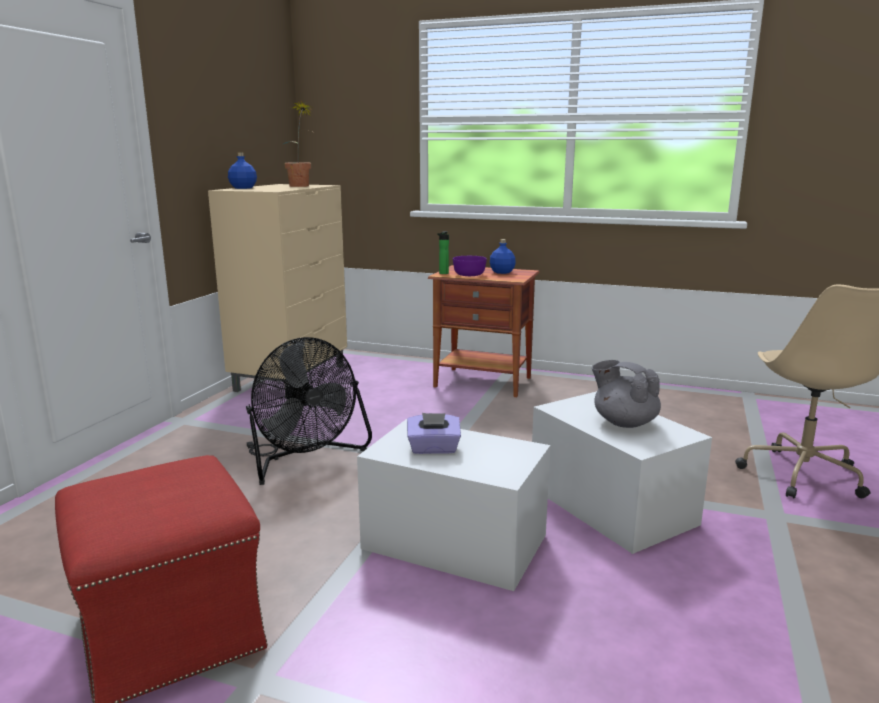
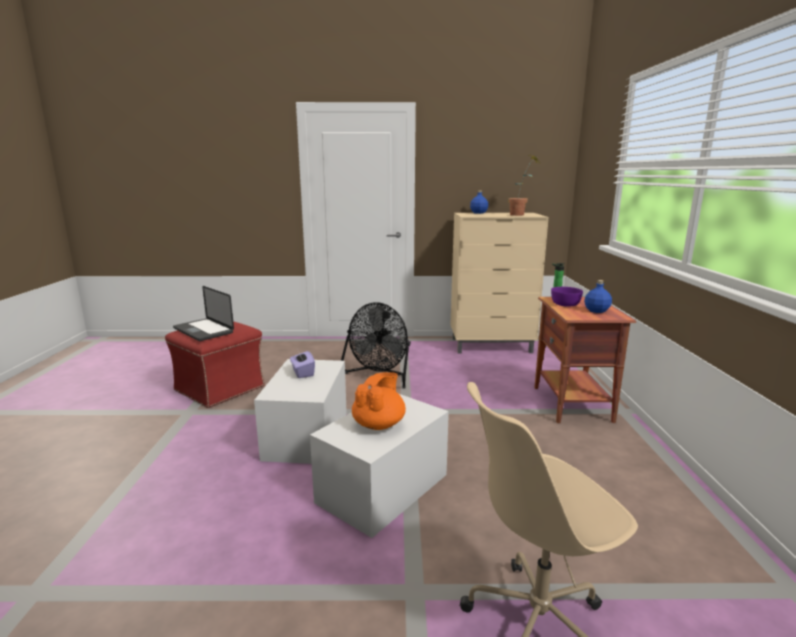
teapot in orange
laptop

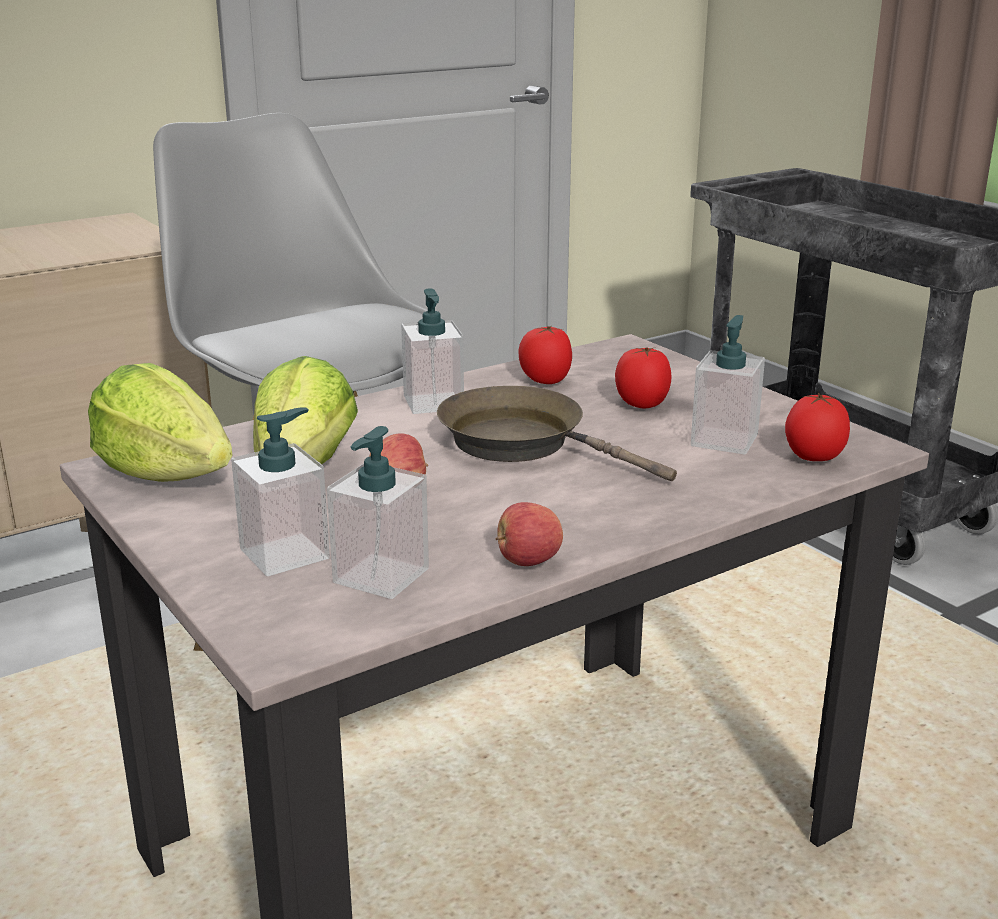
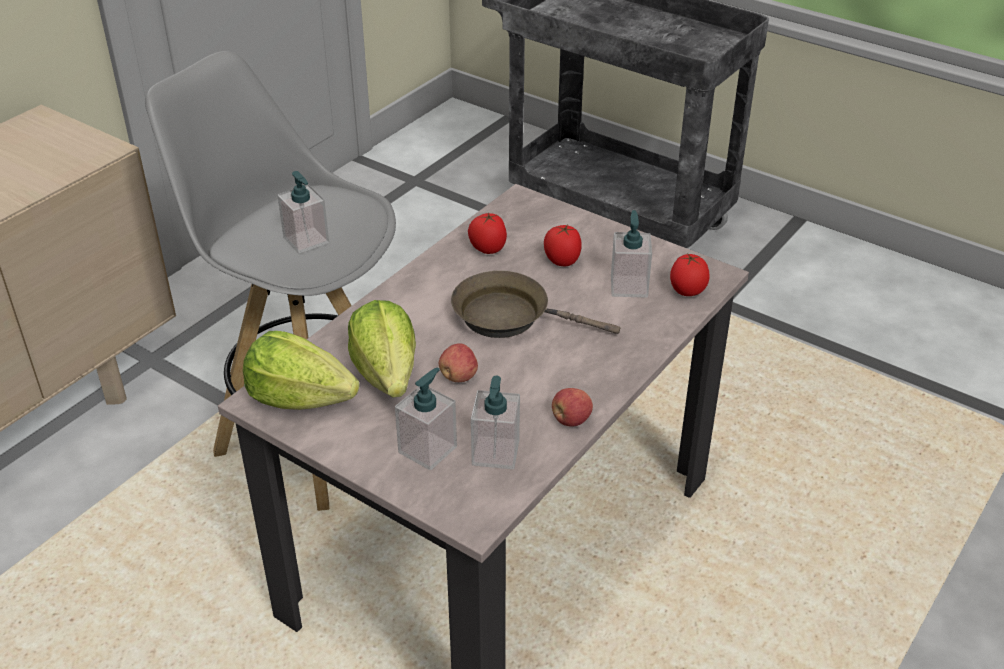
soap dispenser (no. 1 from left)

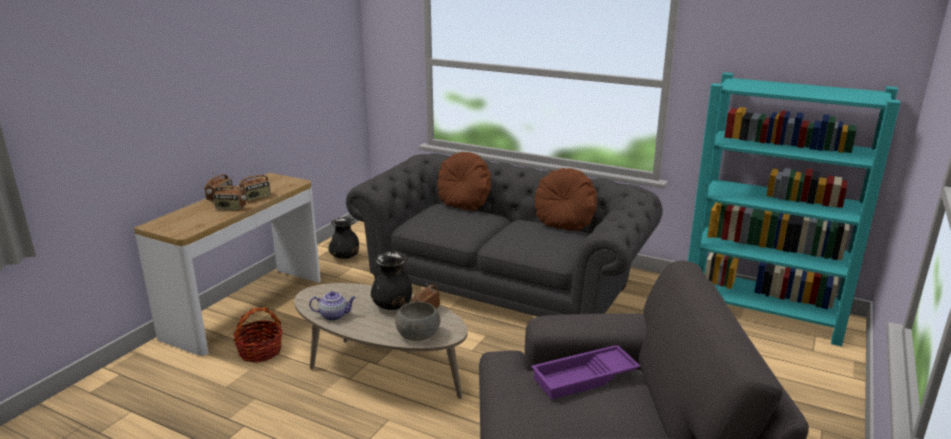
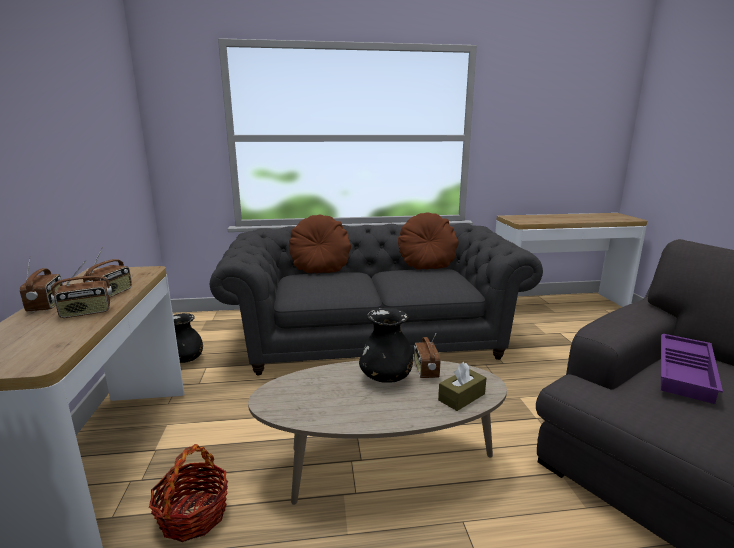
console table (no. 2 from left)
teapot
tissue box in brown

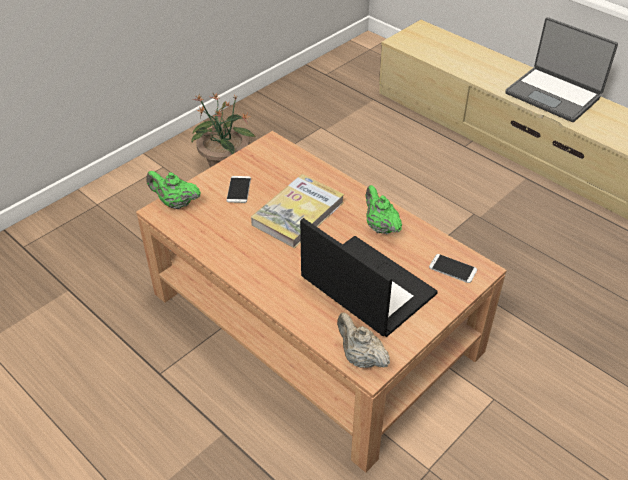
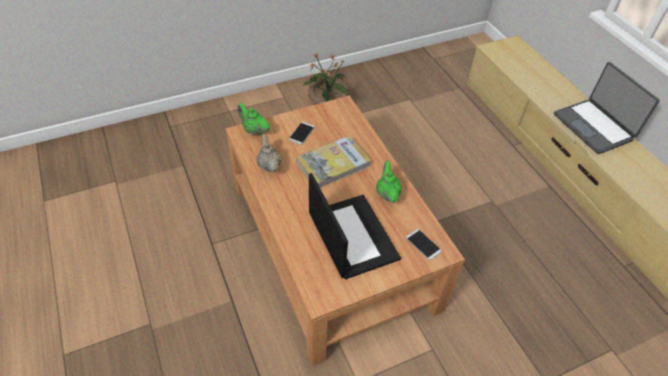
teapot in beige

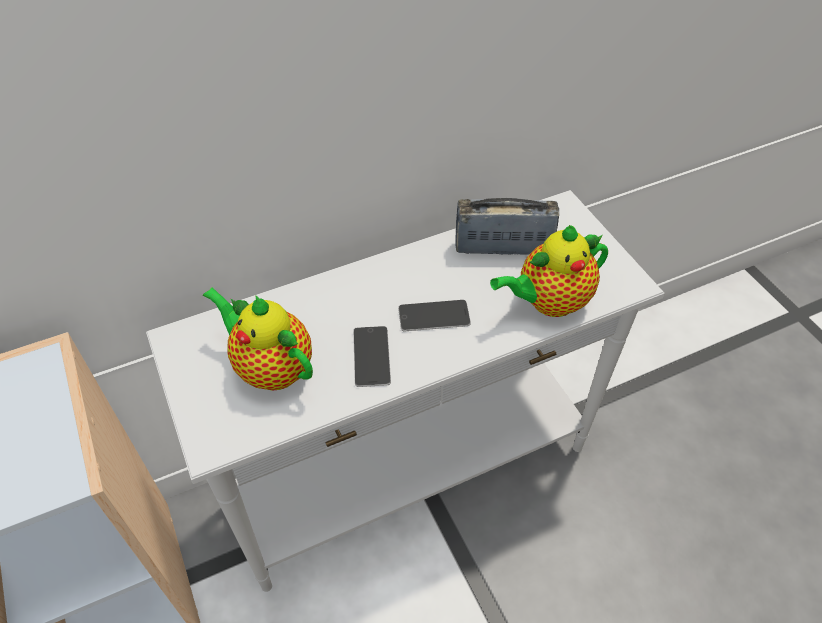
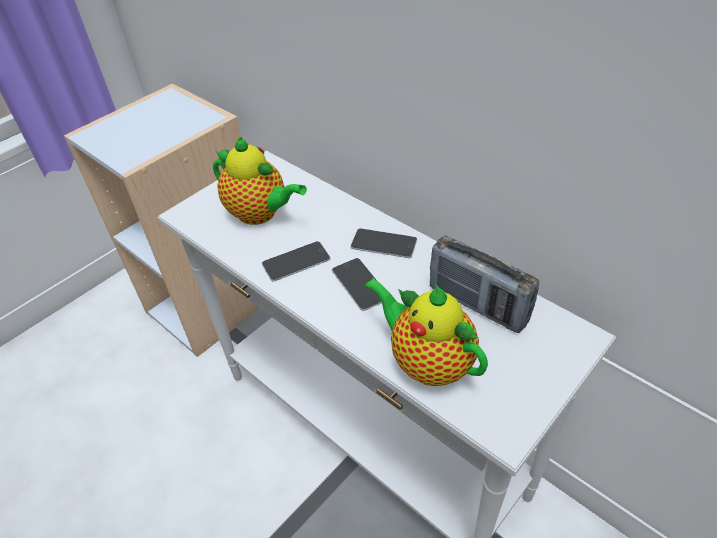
radio
teapot (no. 1 from left)
phone (no. 3 from left)

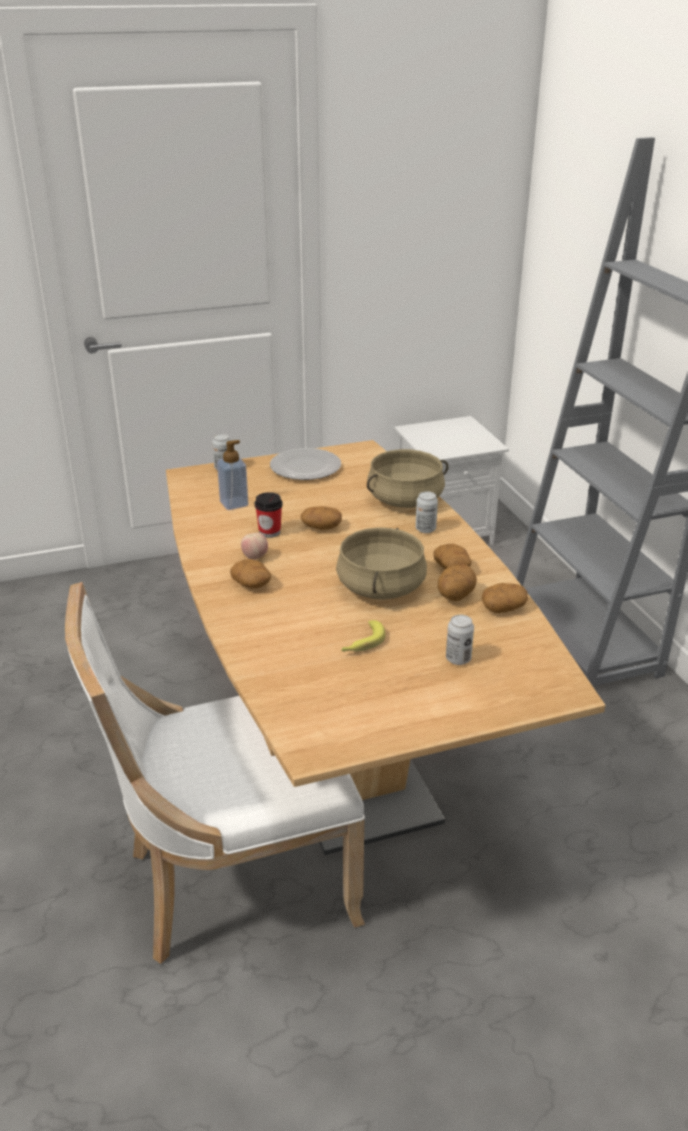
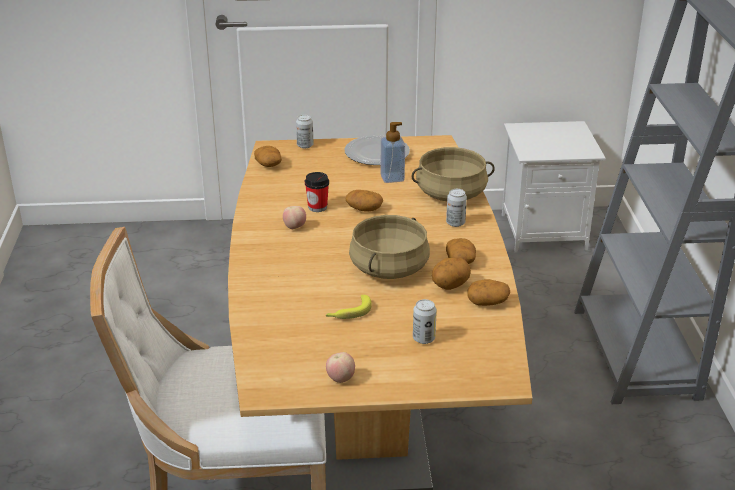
soap dispenser
potato (no. 1 from left)
apple (no. 2 from left)

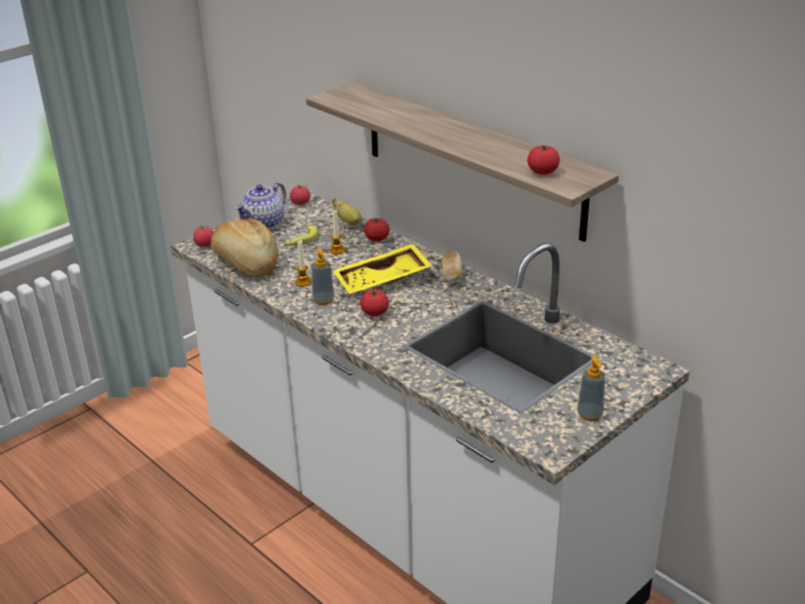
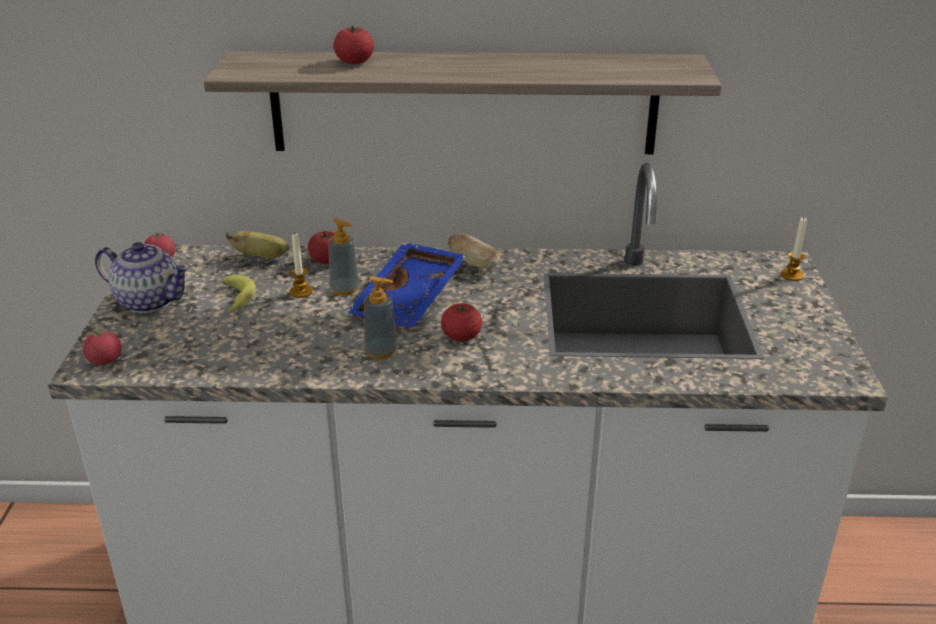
tomato (no. 4 from left)
teapot
bread (no. 1 from left in the first image)
candle (no. 2 from left)
tray in blue
soap dispenser (no. 1 from left)

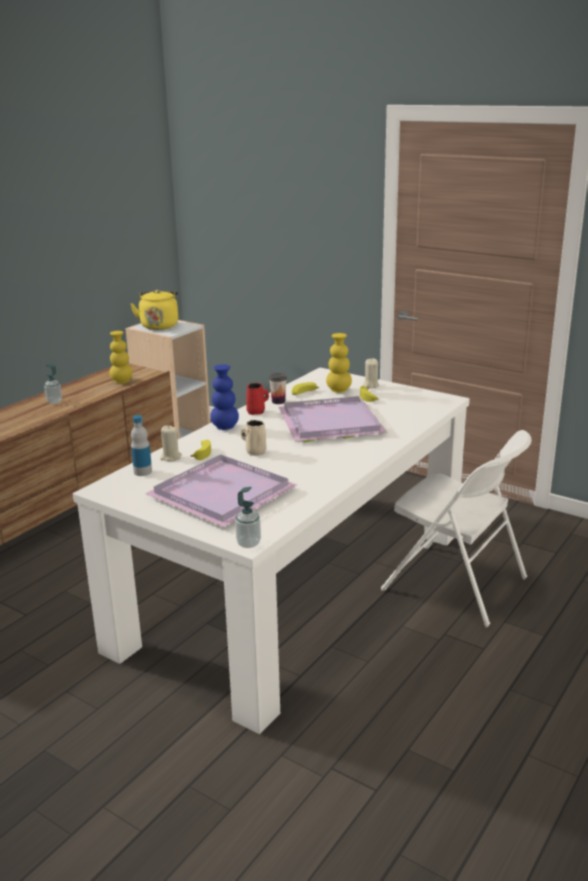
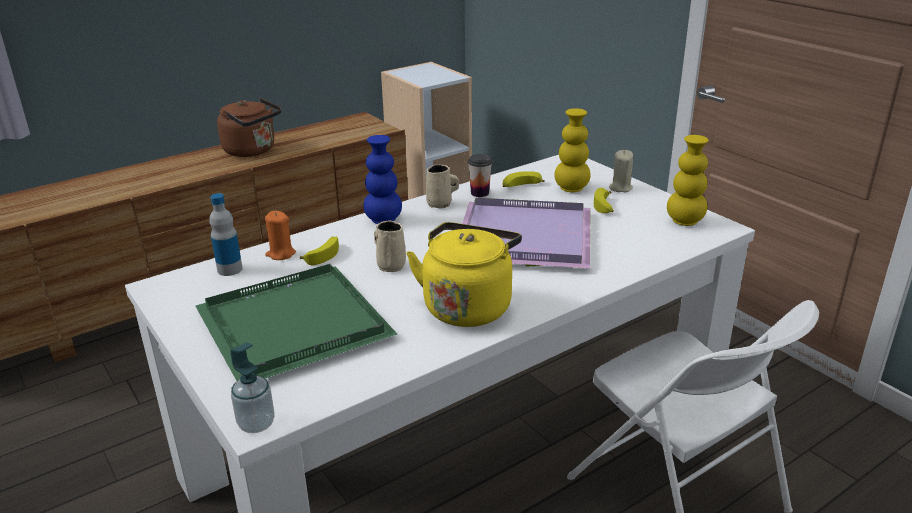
kettle in yellow
vase in yellow (no. 2 from left)
kettle in brown
mug in beige (no. 2 from left)
candle in orange
tray in green

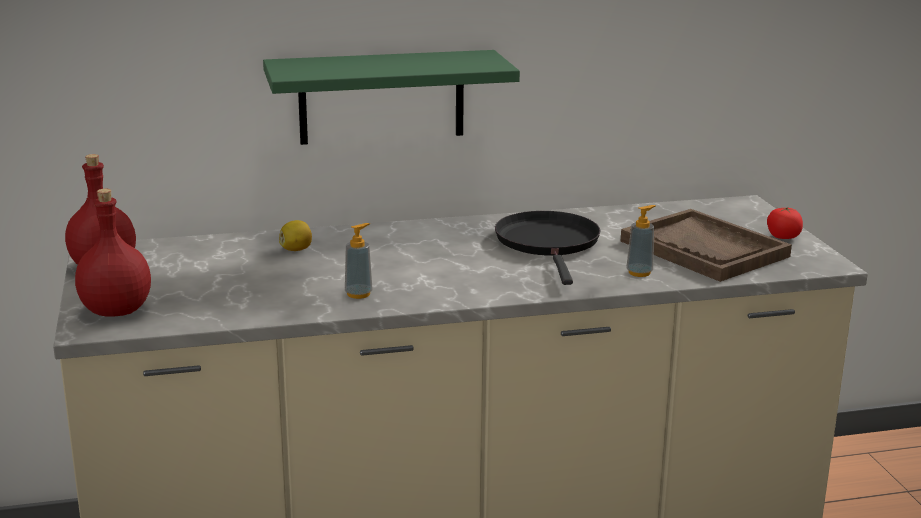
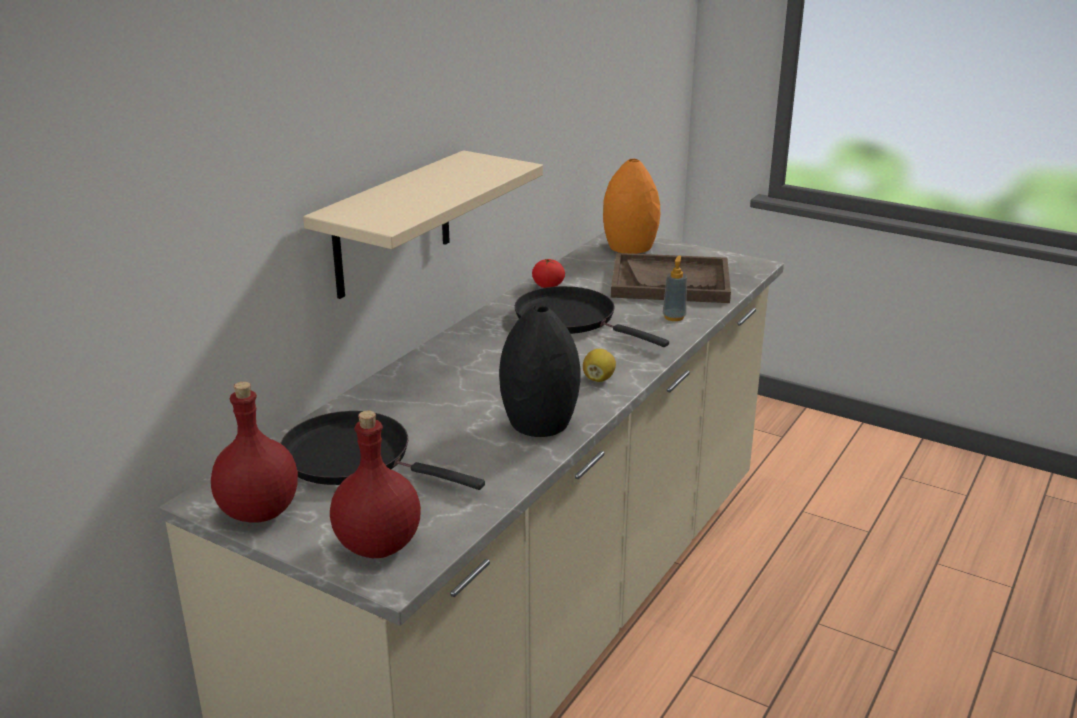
shelf in beige
tomato
lemon
vase in black
vase in orange
frying pan in black (no. 1 from left)

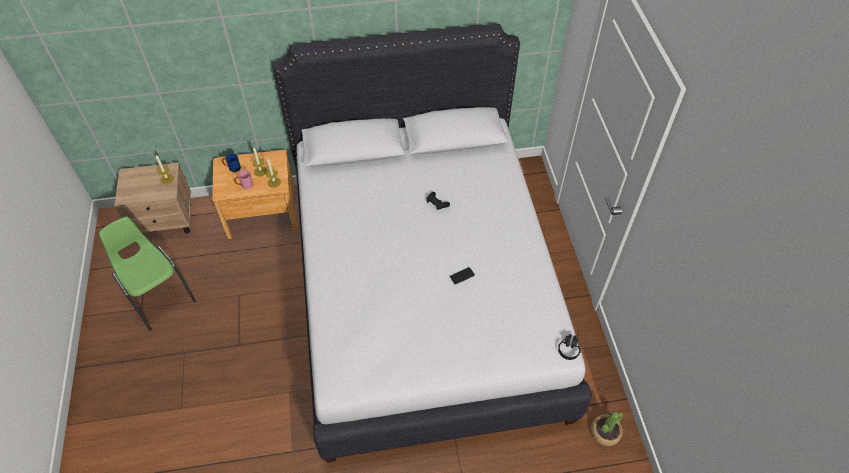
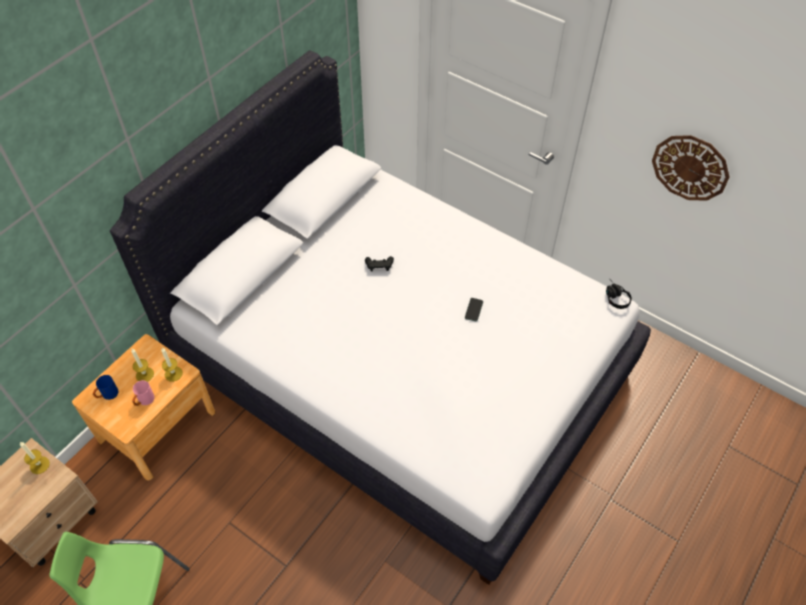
potted plant
wall clock

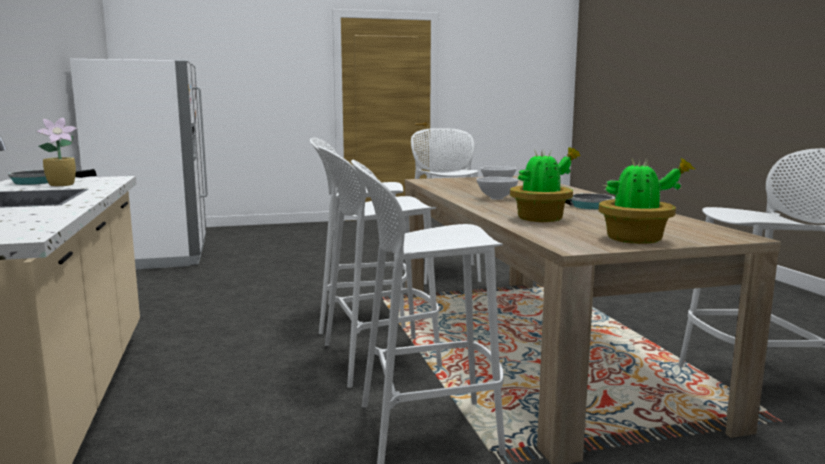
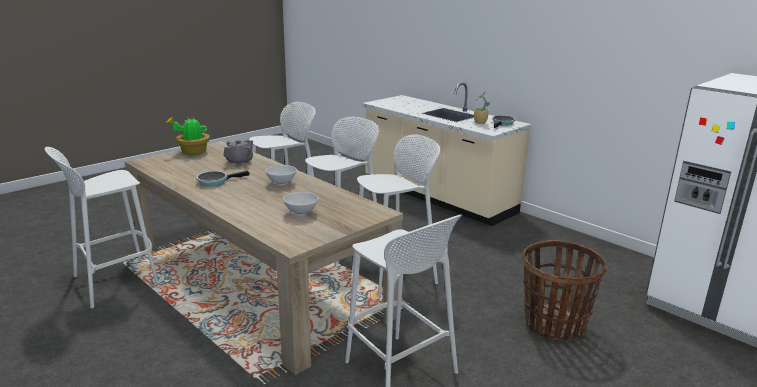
teapot in grey
basket

